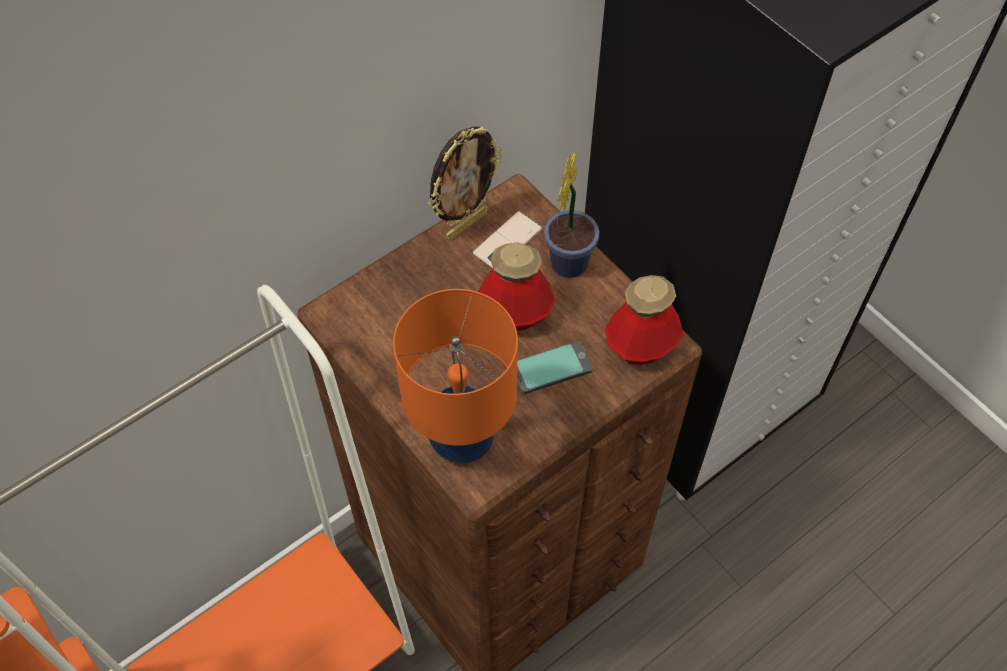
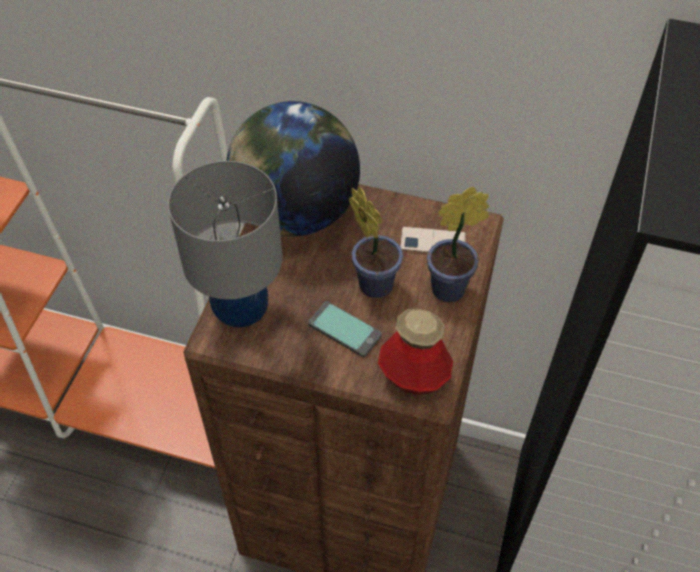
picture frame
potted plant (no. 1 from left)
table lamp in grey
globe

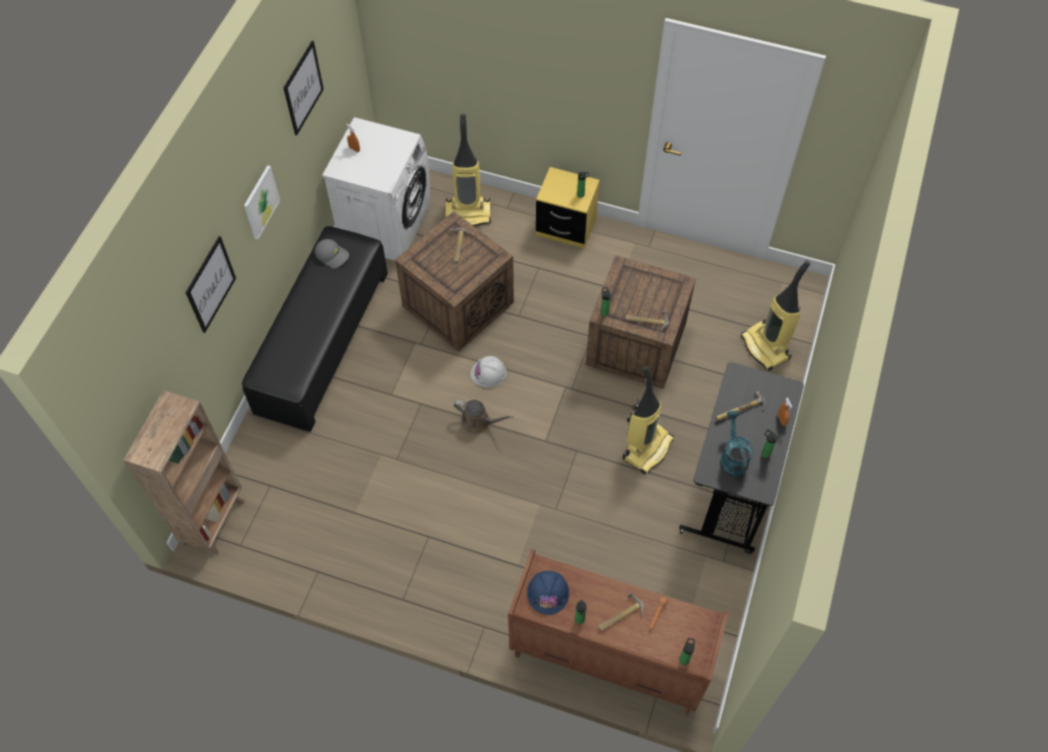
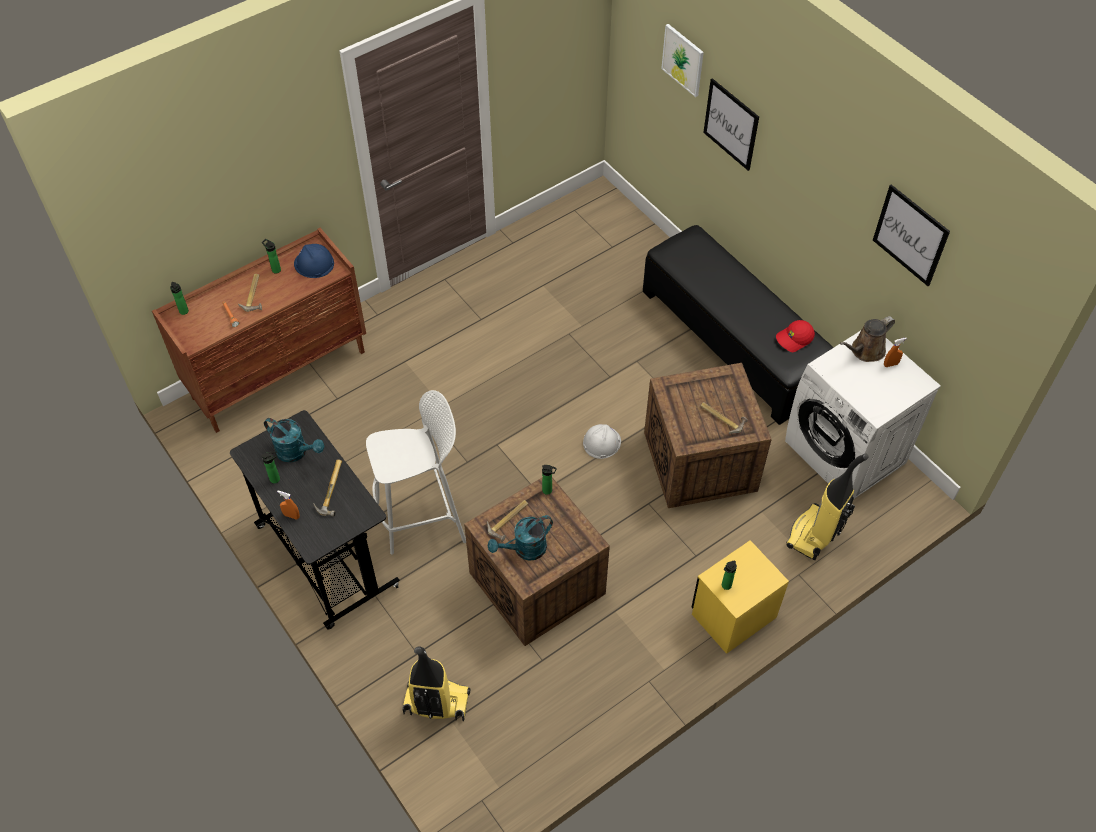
picture (no. 1 from left)
cap in red
stool in white
bookcase in brown
watering can in brown
watering can in turquoise (no. 2 from left)

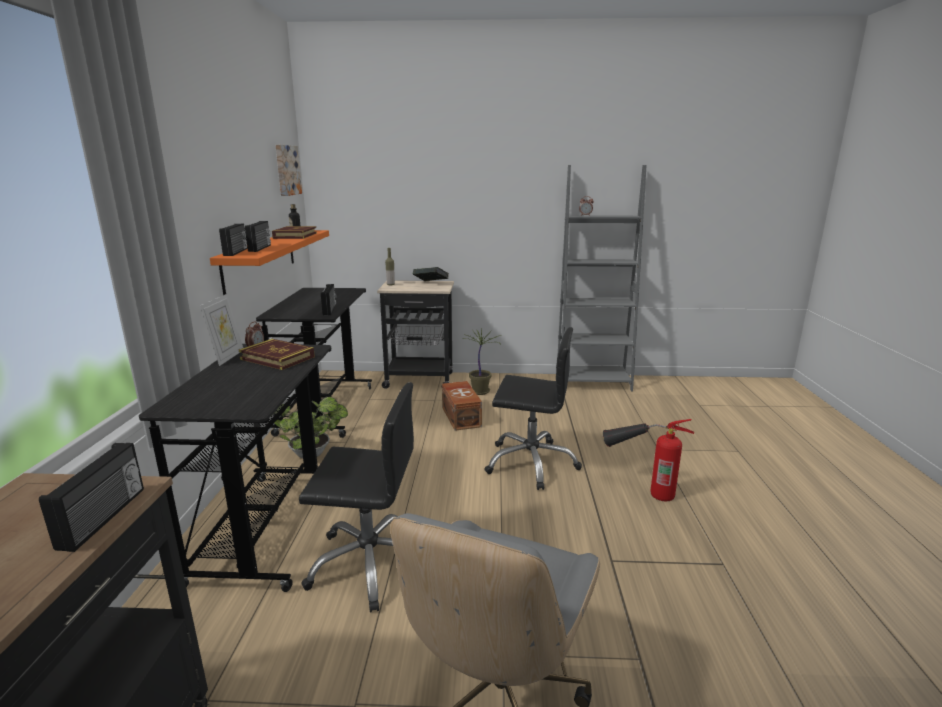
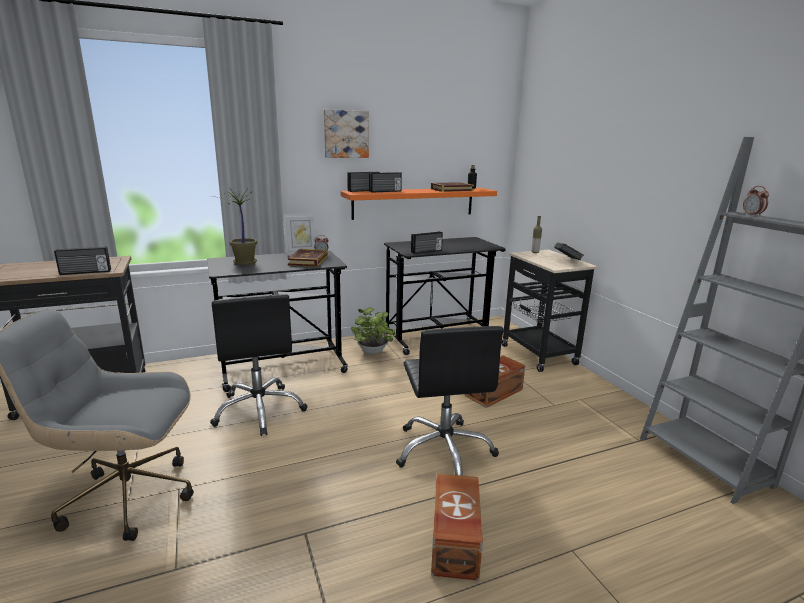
picture
potted plant (no. 1 from left)
storage box in brown (no. 1 from left)

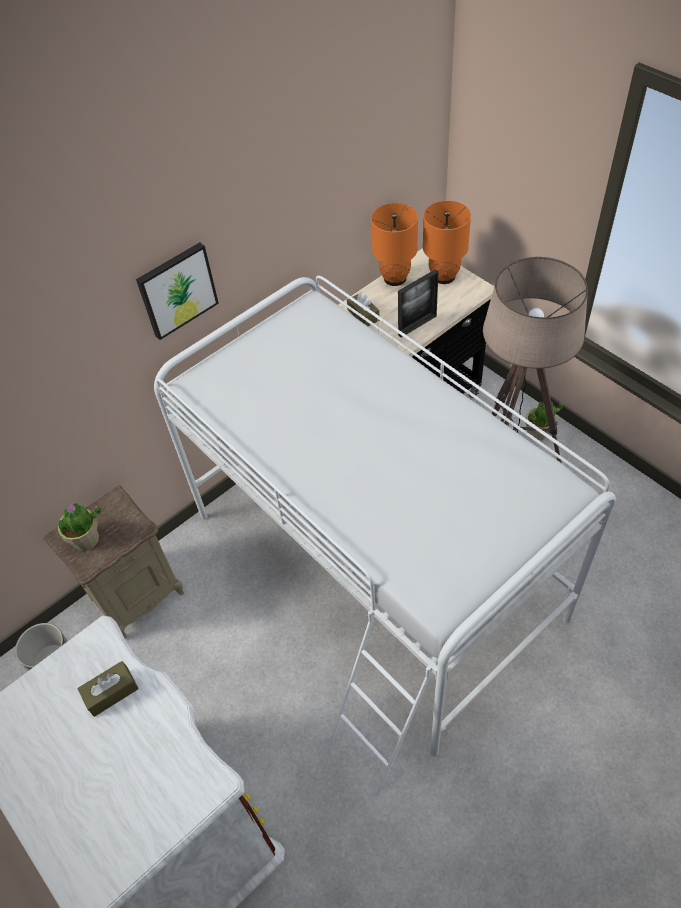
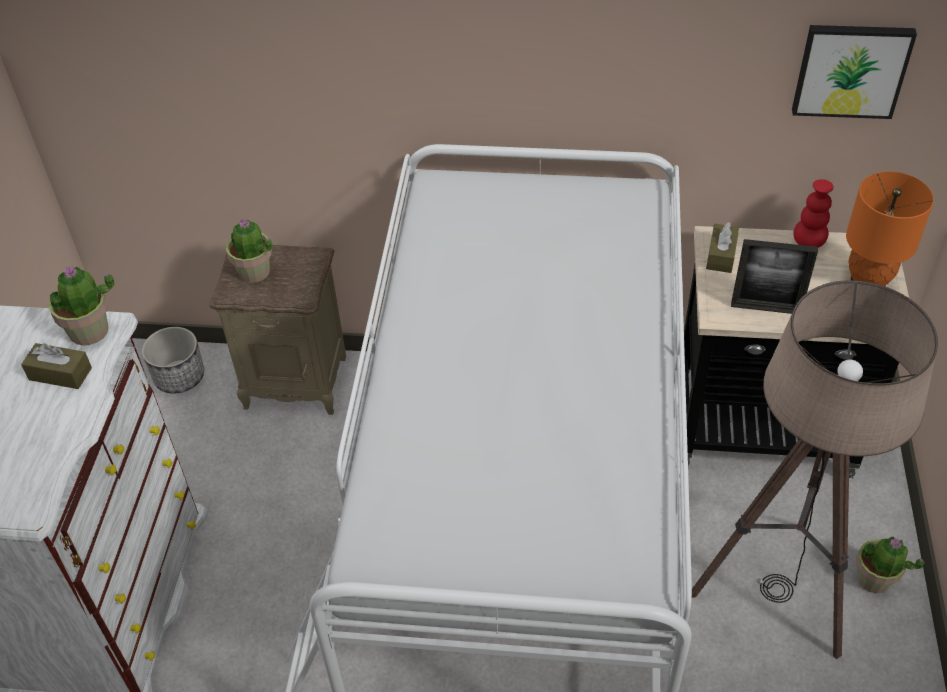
vase in red
picture
potted plant (no. 1 from left)

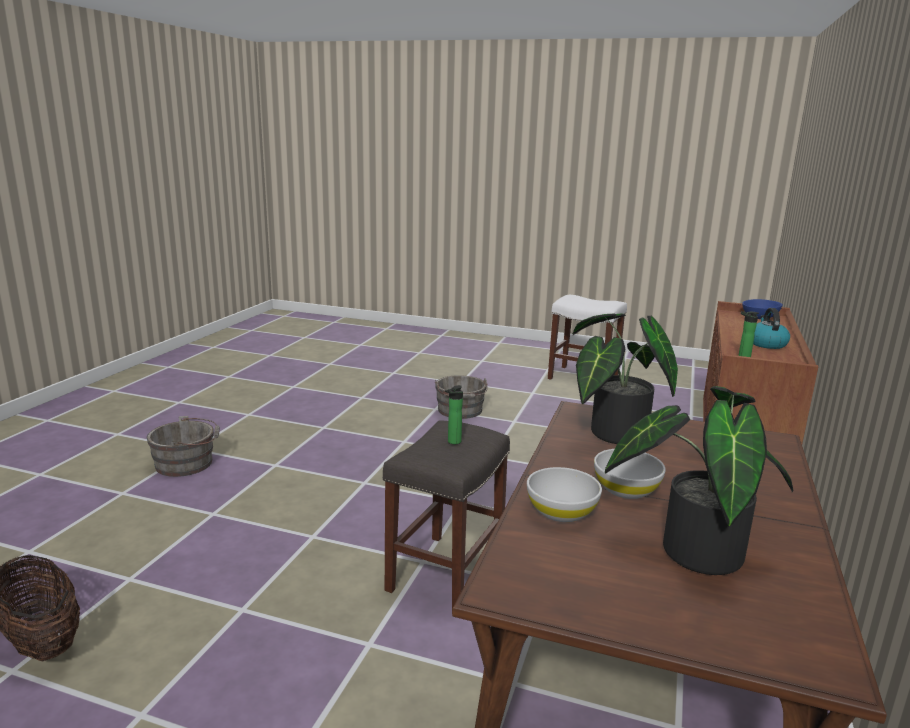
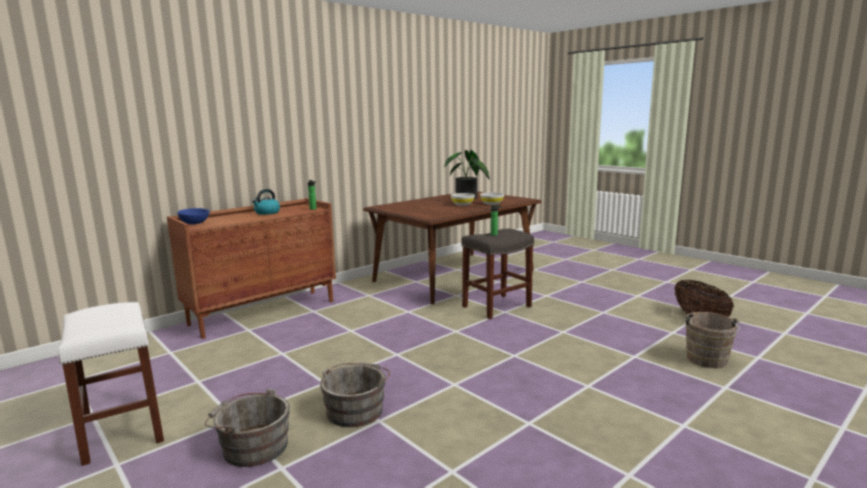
potted plant (no. 1 from left in the first image)
bucket in grey (no. 1 from left)
bucket in brown

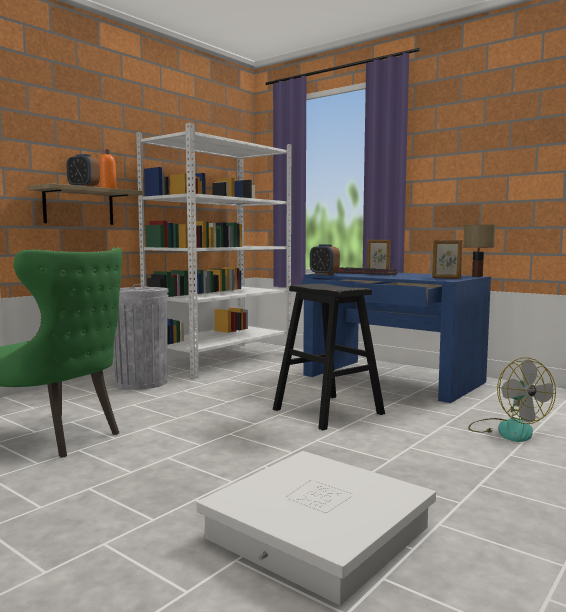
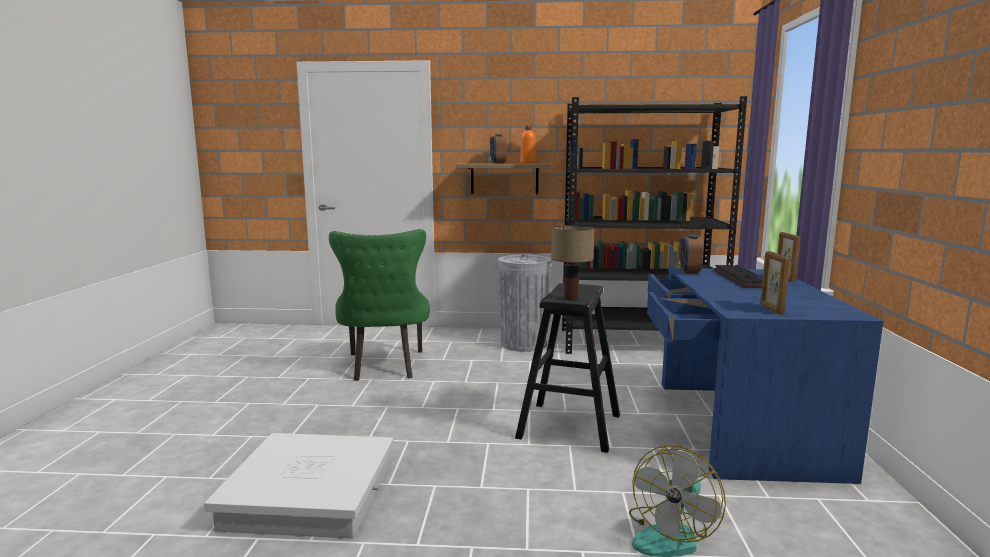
bookcase in black
table lamp

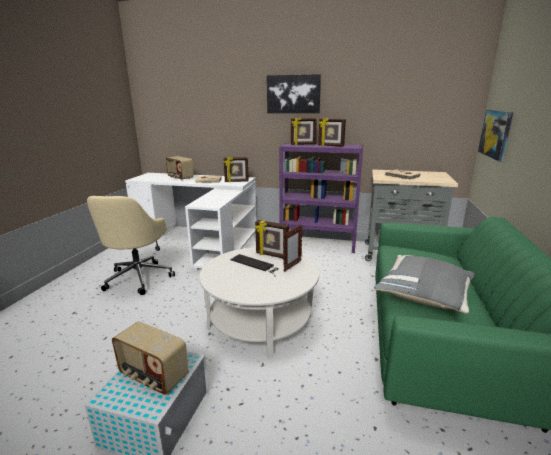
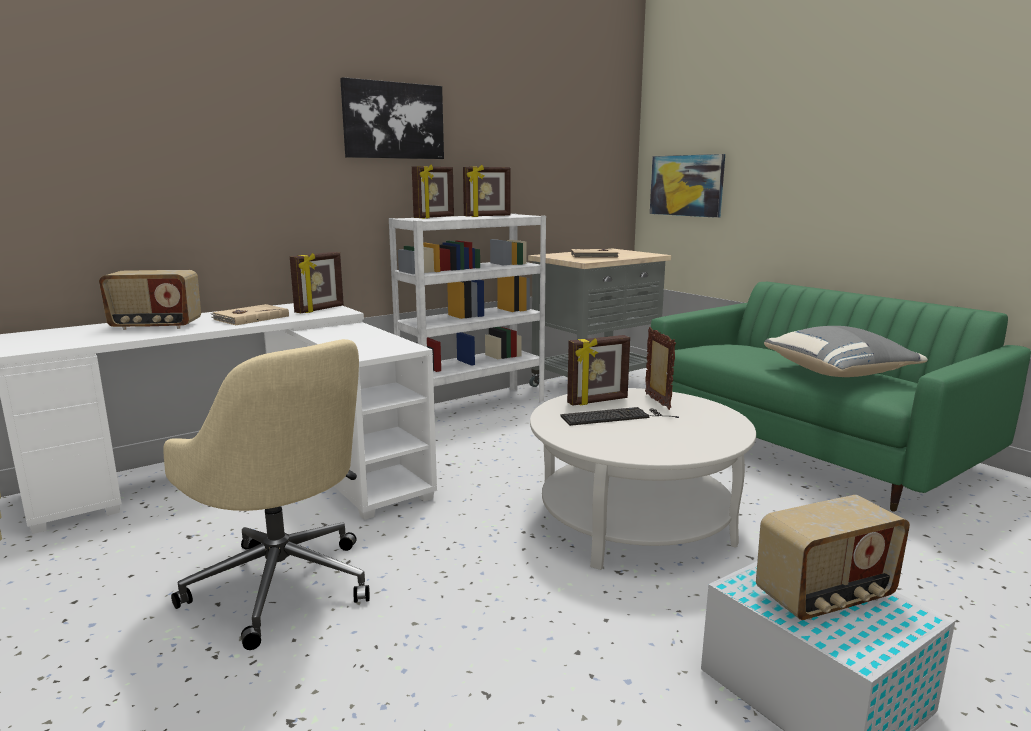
bookcase in white

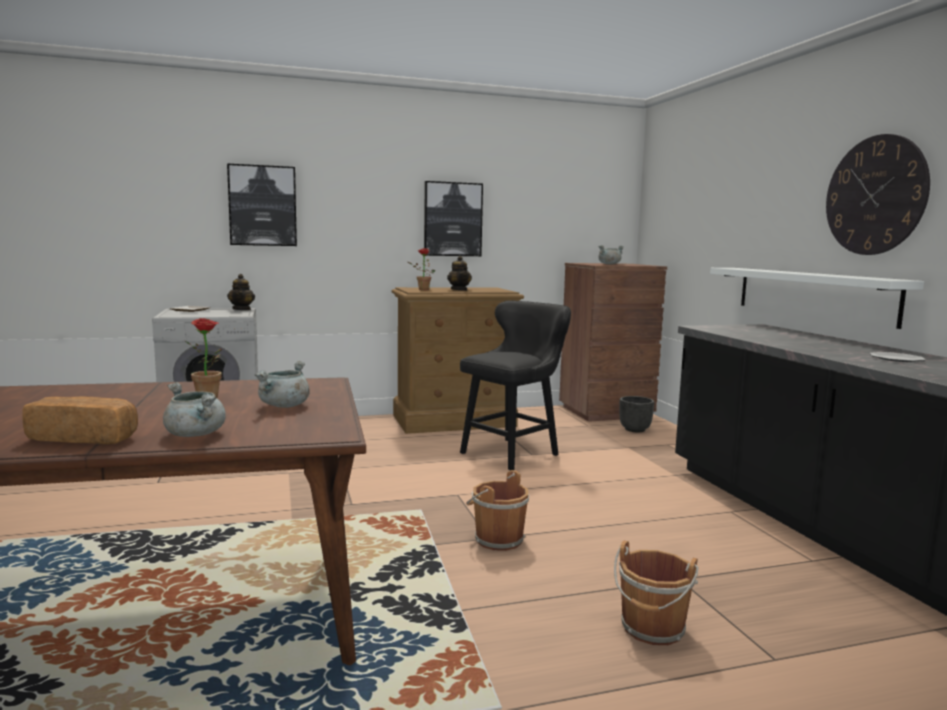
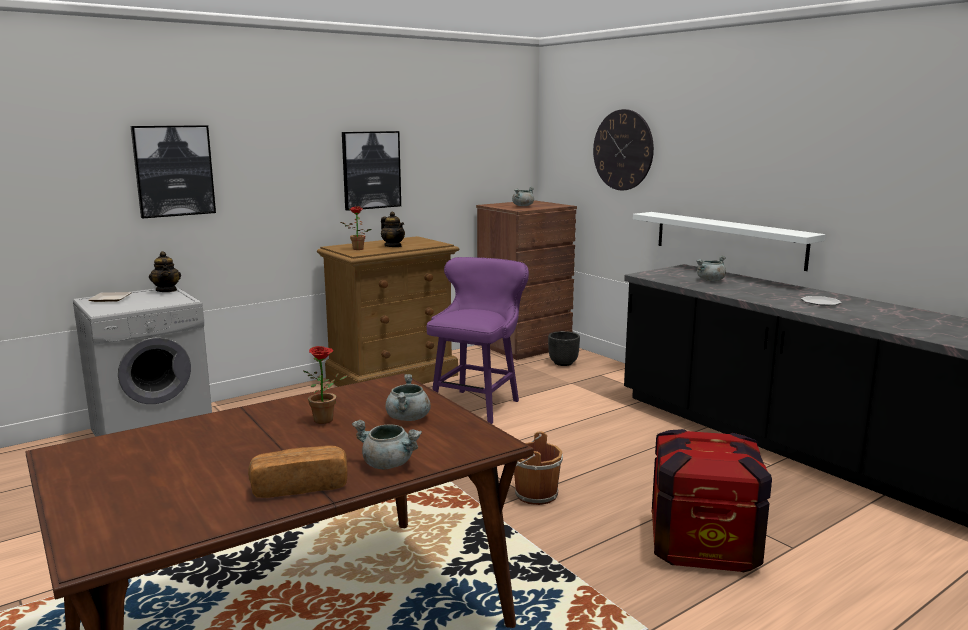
wall clock
stool in purple
crate
cooking pot in grey (no. 4 from left)

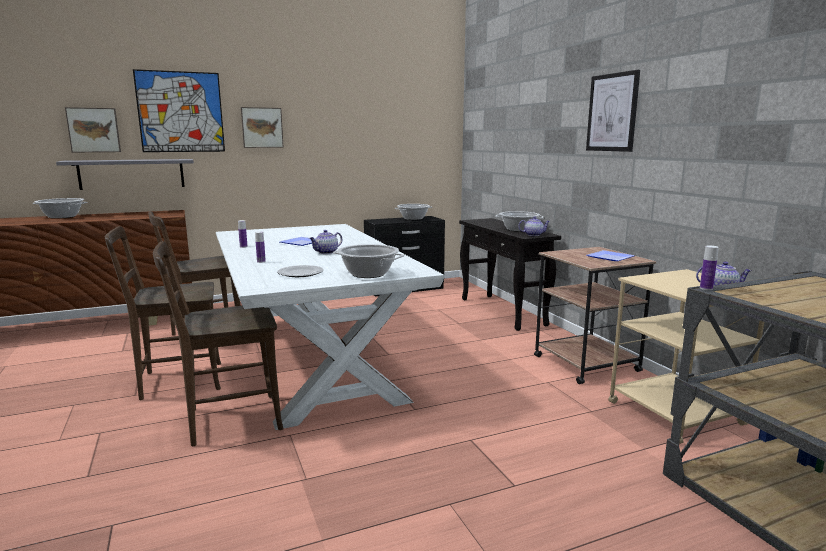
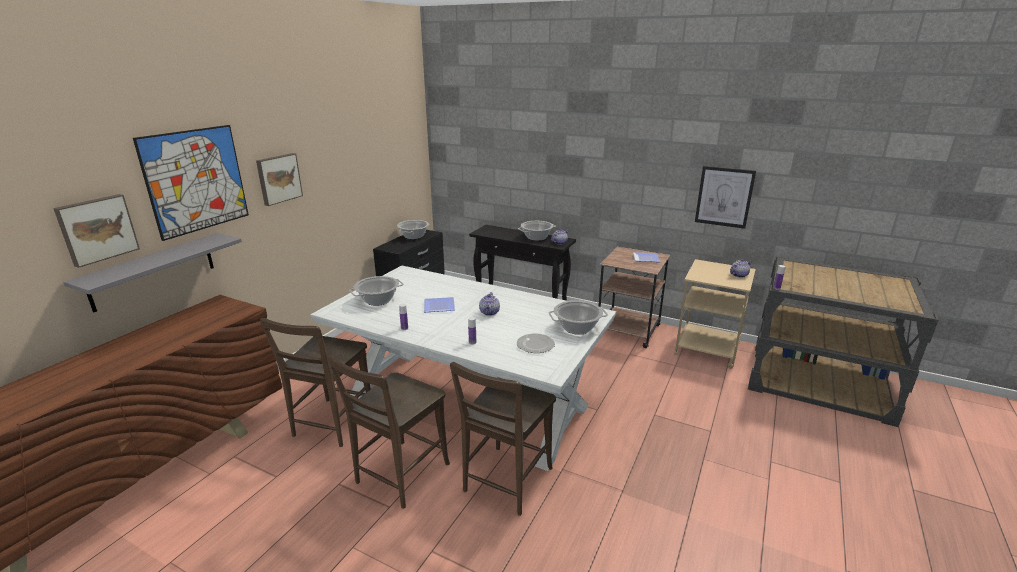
picture (no. 4 from left)
cooking pot (no. 1 from left)

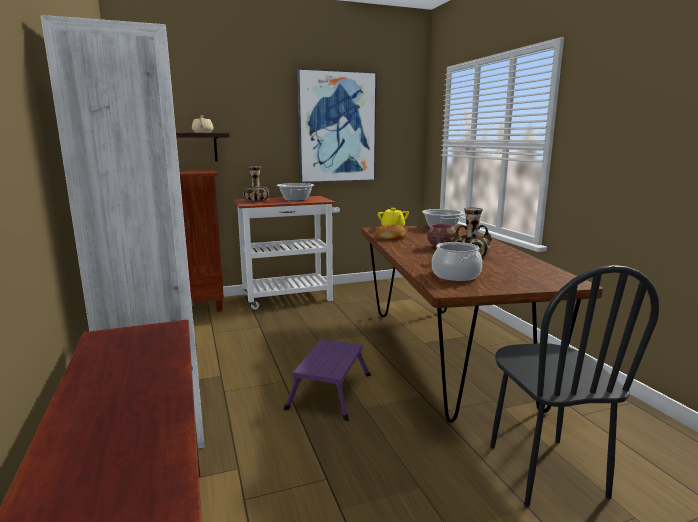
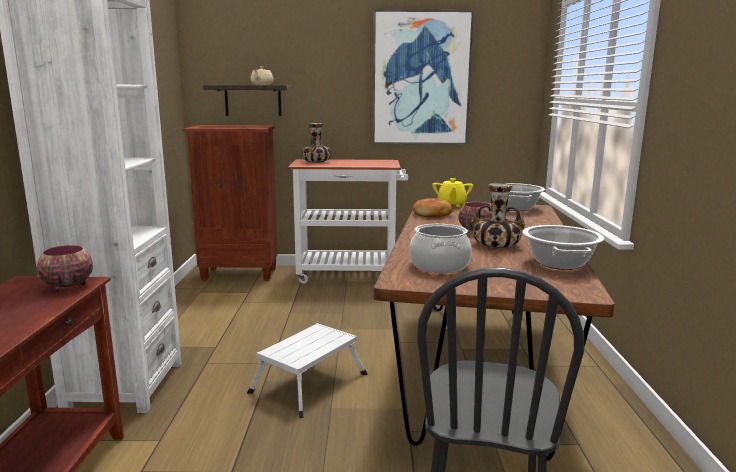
cooking pot (no. 3 from left)
step ladder in white
bowl (no. 1 from left)

